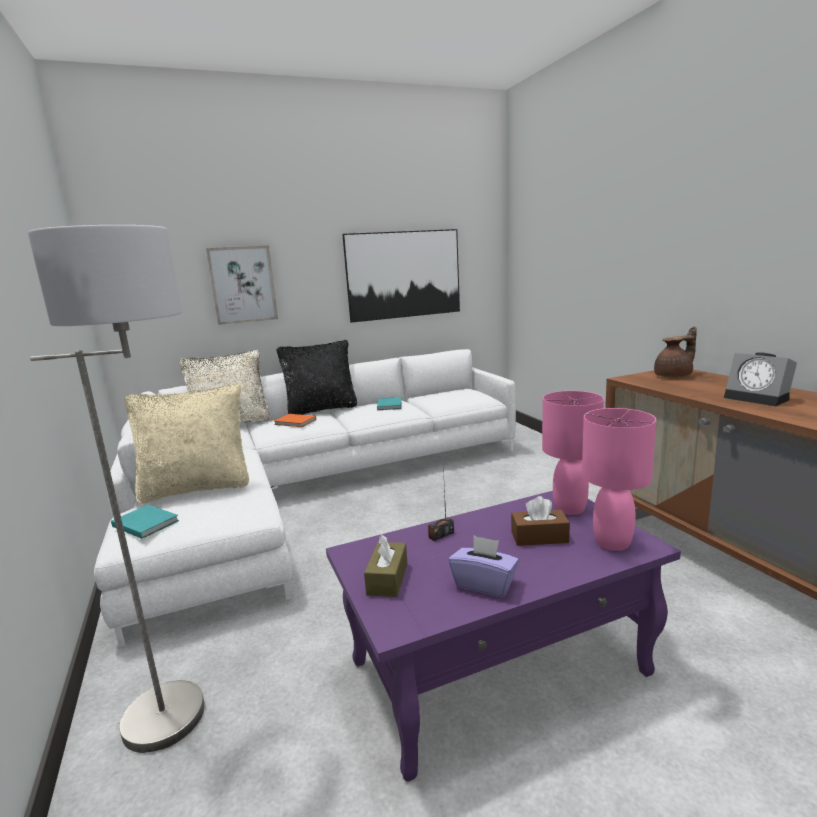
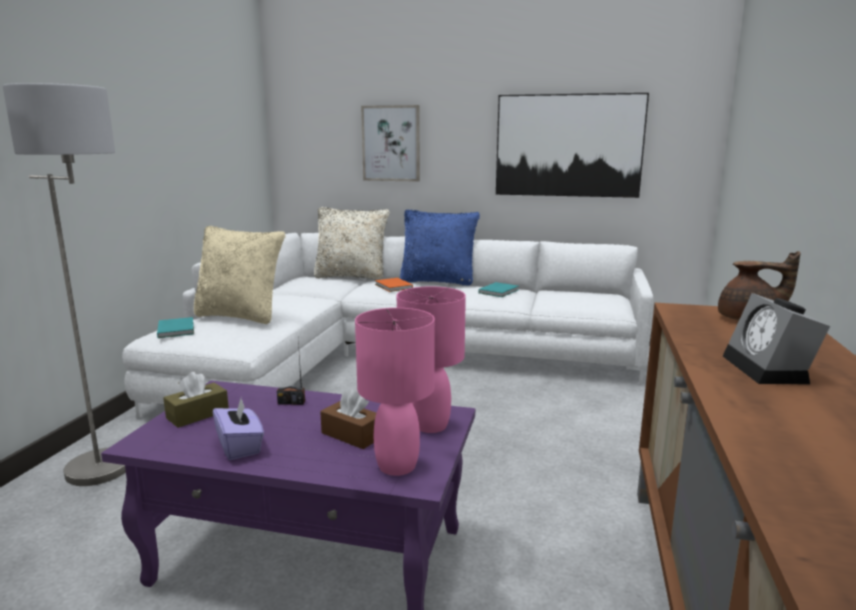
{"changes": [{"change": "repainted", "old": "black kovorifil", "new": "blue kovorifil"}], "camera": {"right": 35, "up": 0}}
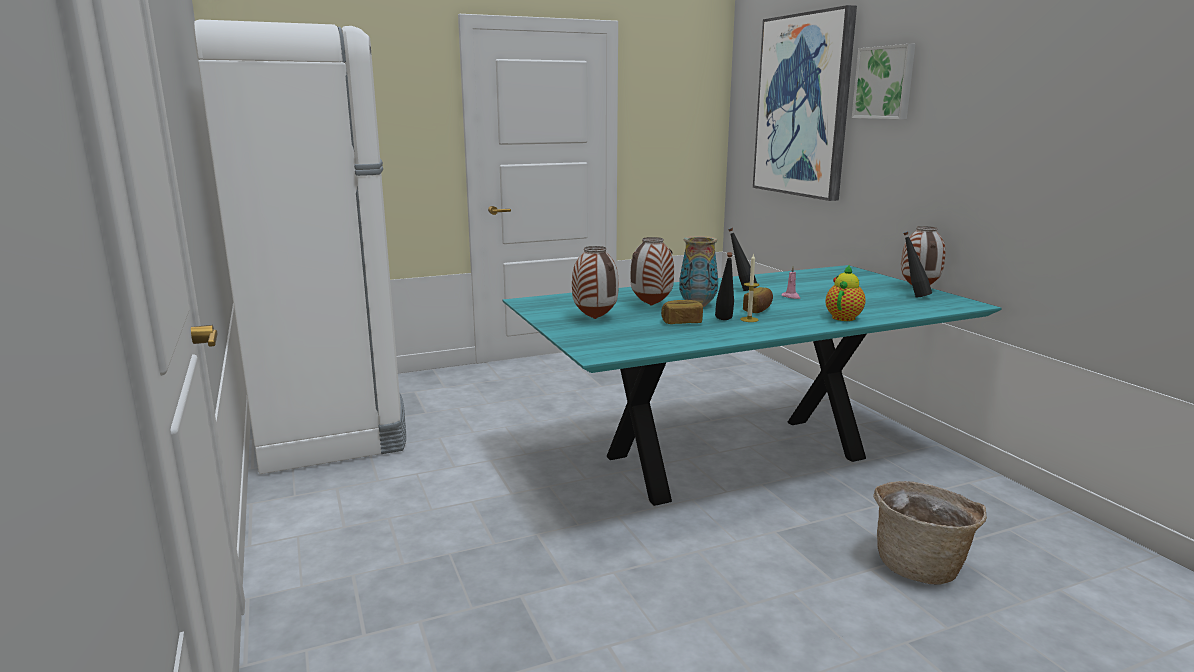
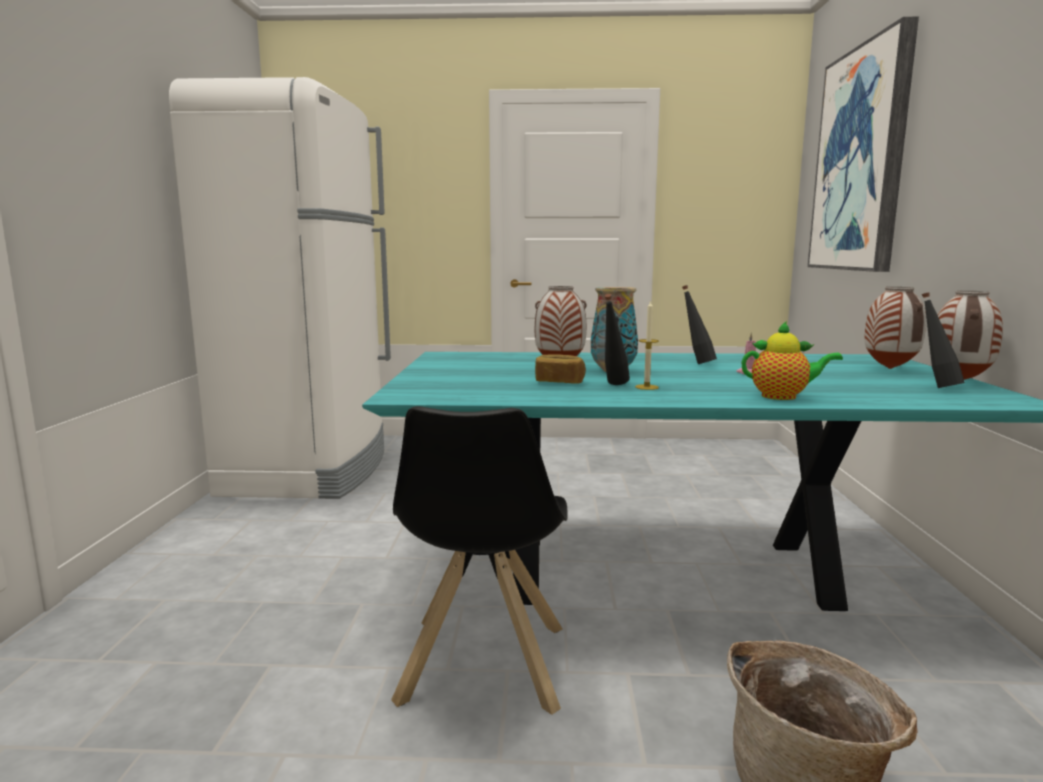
{"changes": [{"change": "gone", "old": "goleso (no. 2 from left)"}, {"change": "gone", "old": "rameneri (no. 2 from left)"}, {"change": "new", "new": "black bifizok"}, {"change": "shifted", "old": "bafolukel (no. 1 from left in the first image)", "new": "bafolukel (no. 3 from left)"}, {"change": "rotated", "old": "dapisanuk", "degrees": 45}], "camera": {"right": 25, "up": -5}}
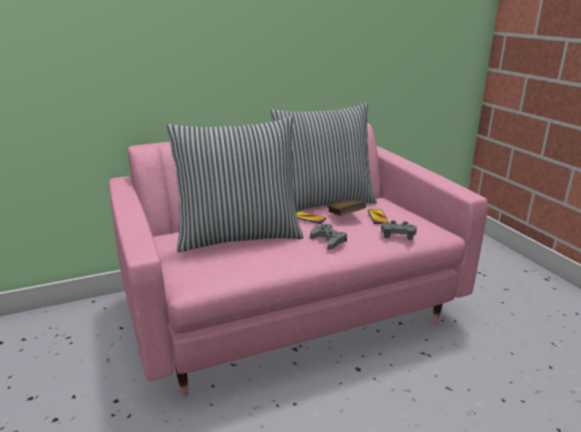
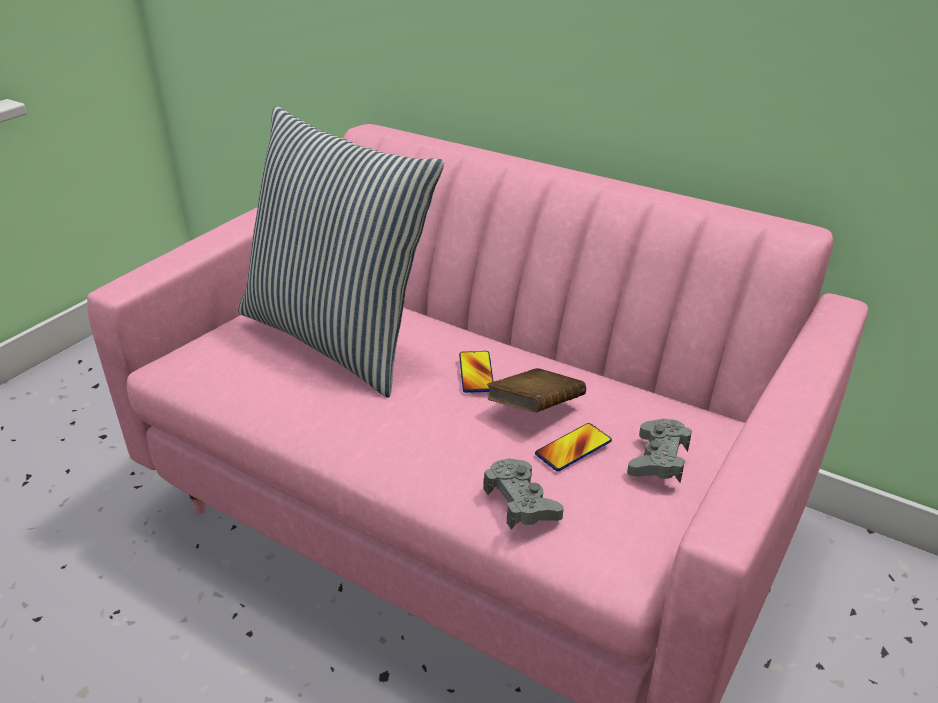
{"changes": [{"change": "gone", "old": "kovorifil (no. 2 from left)"}, {"change": "shifted", "old": "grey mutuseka (no. 1 from left in the first image)", "new": "grey mutuseka (no. 2 from left)"}], "camera": {"right": 55, "up": 10}}
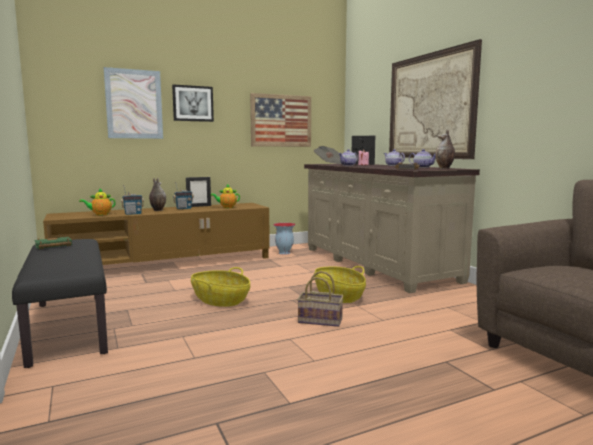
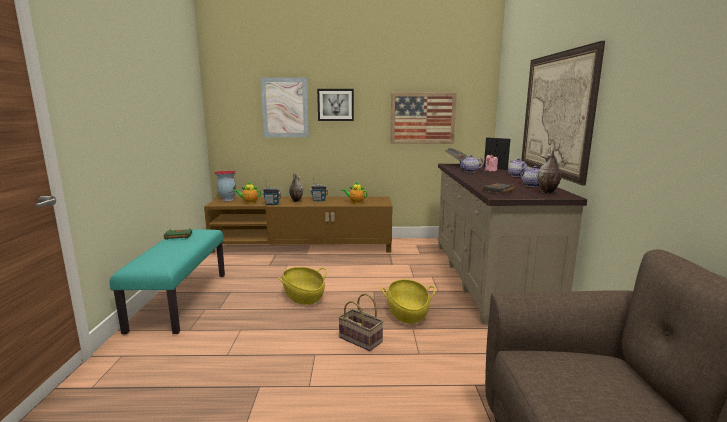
{"changes": [{"change": "gone", "old": "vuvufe (no. 1 from left)"}, {"change": "shifted", "old": "bafolukel (no. 2 from left in the first image)", "new": "bafolukel (no. 1 from left)"}, {"change": "repainted", "old": "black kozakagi", "new": "turquoise kozakagi"}], "camera": {"right": 25, "up": 5}}
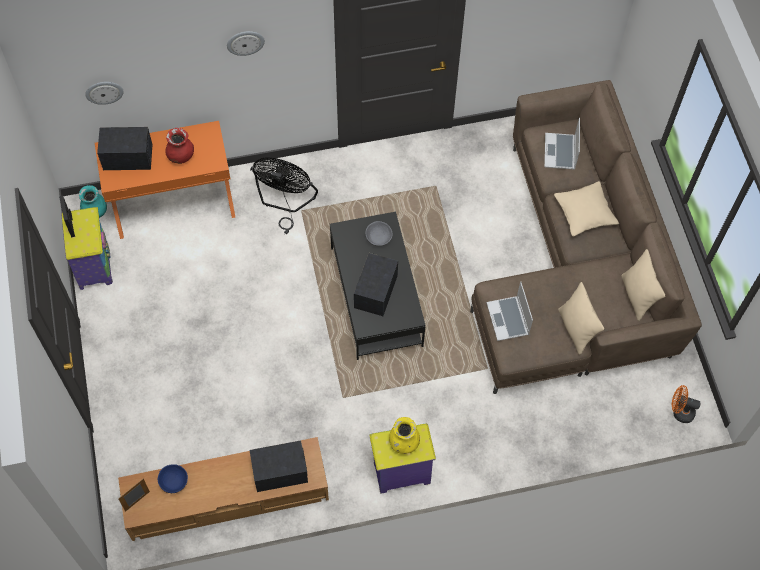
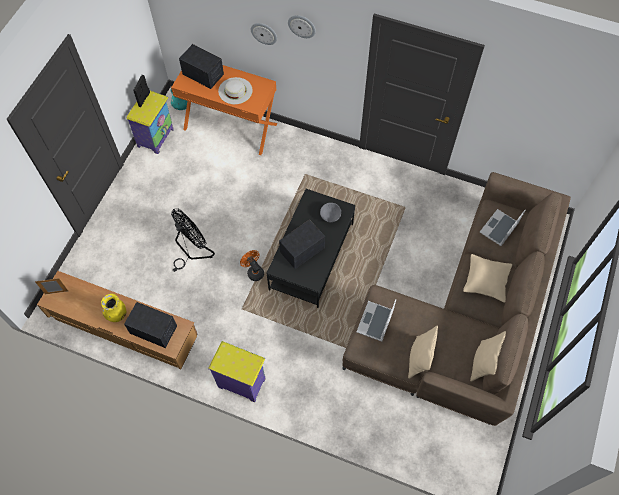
{"changes": [{"change": "gone", "old": "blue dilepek"}, {"change": "shifted", "old": "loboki (no. 1 from left)"}, {"change": "shifted", "old": "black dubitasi"}, {"change": "shifted", "old": "yellow bafolukel"}, {"change": "shifted", "old": "orange dubitasi"}, {"change": "swapped", "old": "red bafolukel", "new": "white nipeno"}], "camera": {"right": 35, "up": 0}}
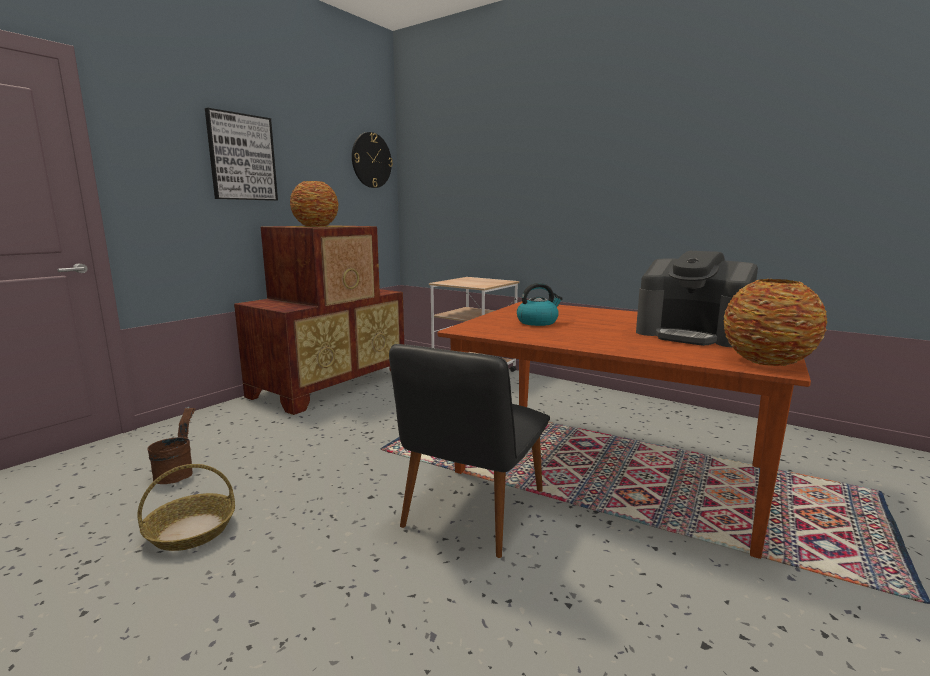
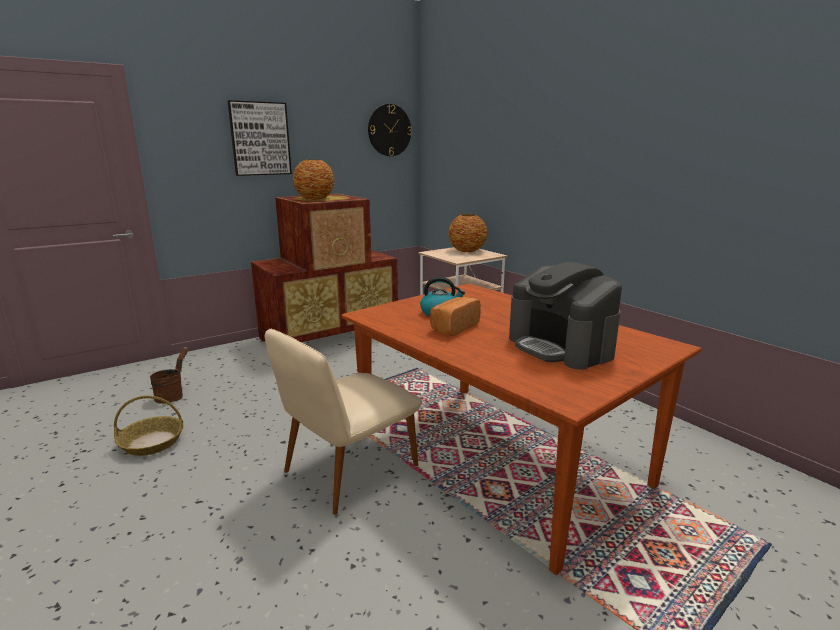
{"changes": [{"change": "new", "new": "goleso"}, {"change": "shifted", "old": "bafolukel (no. 2 from left)"}, {"change": "repainted", "old": "black bifizok", "new": "beige bifizok"}], "camera": {"right": 20, "up": 5}}
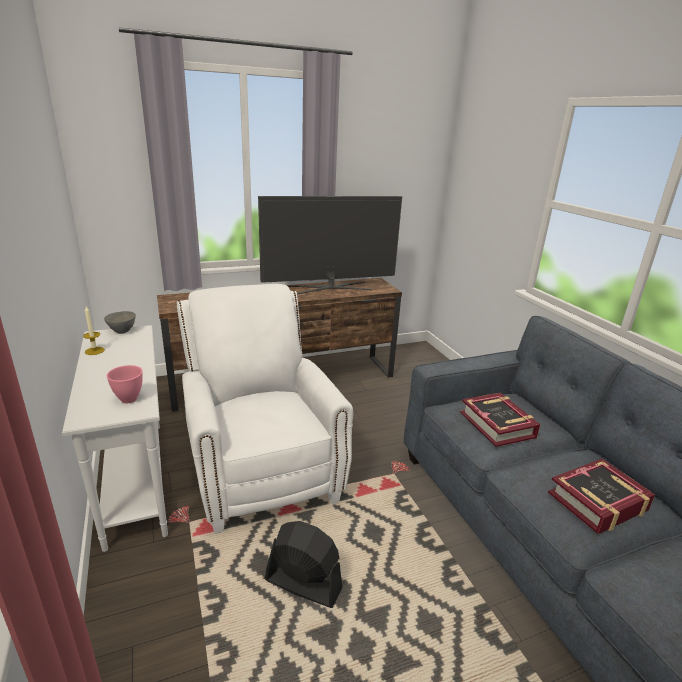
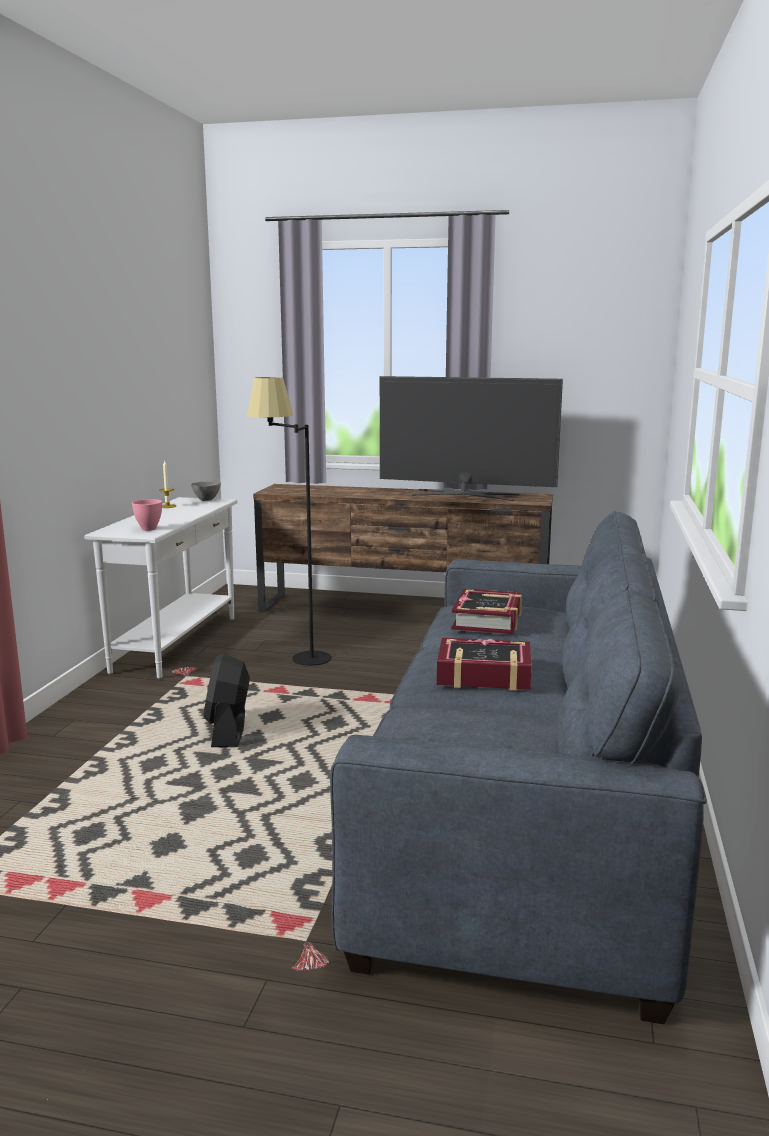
{"changes": [{"change": "swapped", "old": "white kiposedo", "new": "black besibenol"}, {"change": "rotated", "old": "black dubitasi", "degrees": -150}], "camera": {"right": 35, "up": -10}}
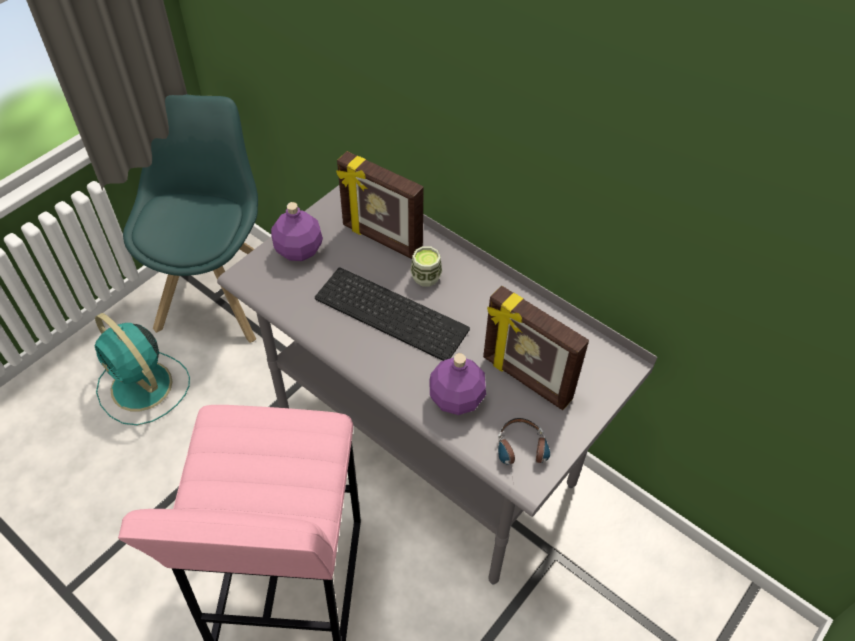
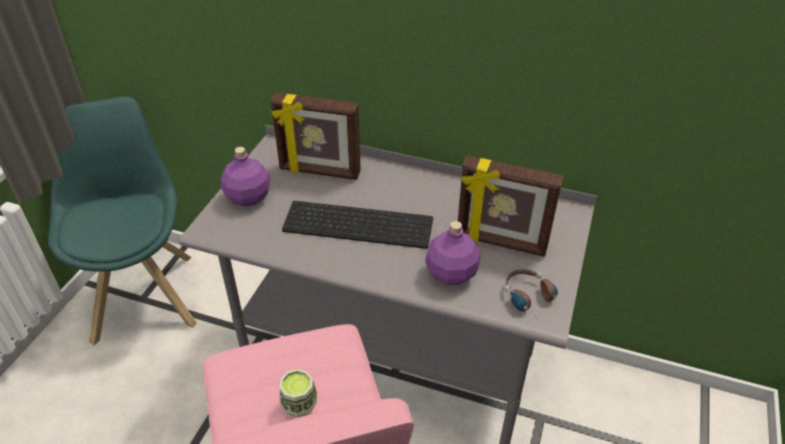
{"changes": [{"change": "gone", "old": "turquoise dubitasi"}, {"change": "shifted", "old": "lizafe"}], "camera": {"right": -20, "up": -10}}
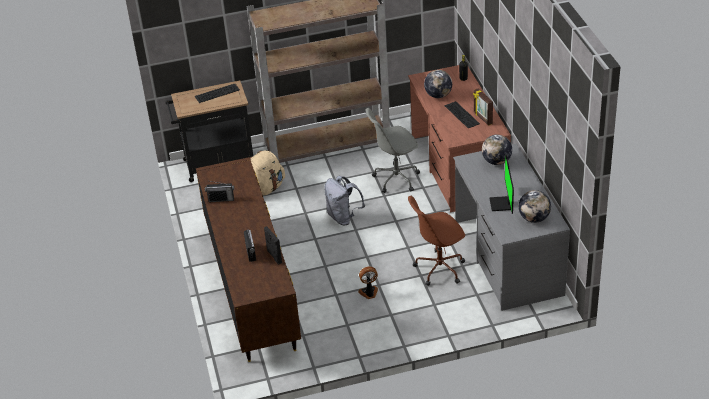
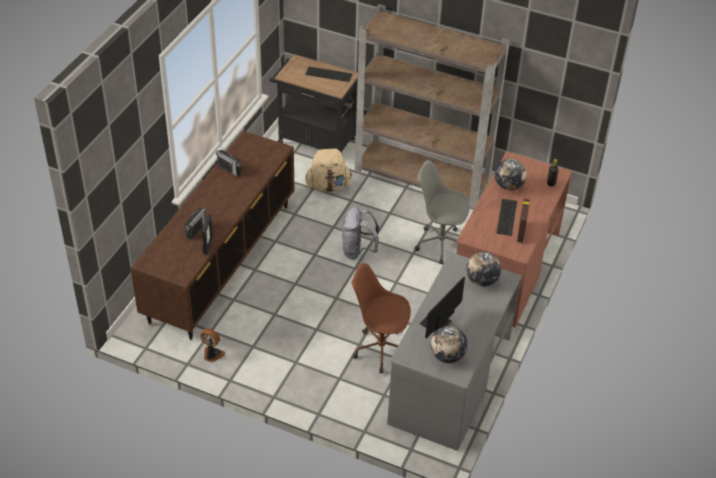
{"changes": [{"change": "shifted", "old": "dubitasi"}], "camera": {"right": 35, "up": 5}}
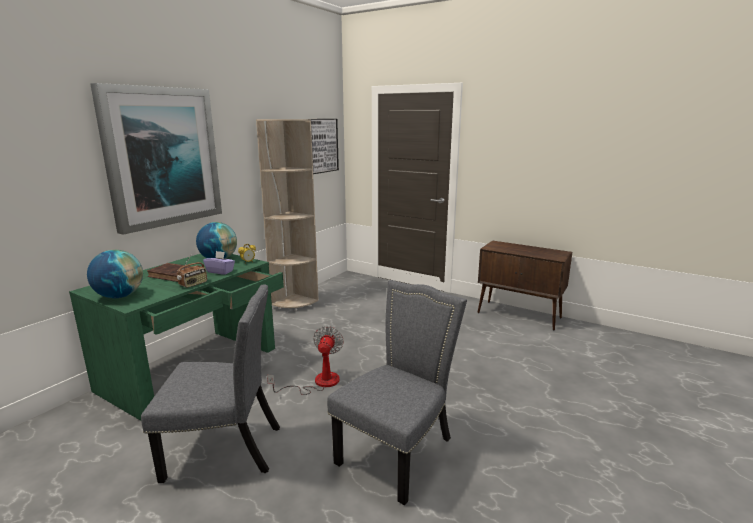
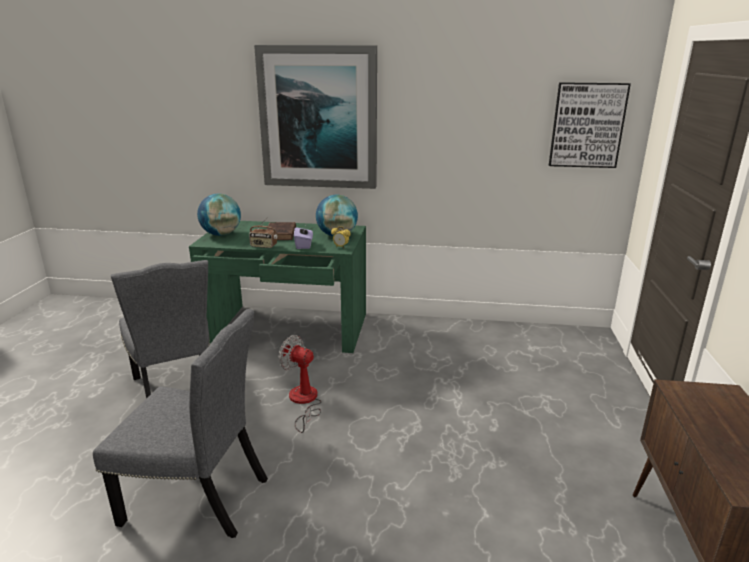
{"changes": [{"change": "gone", "old": "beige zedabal"}, {"change": "rotated", "old": "dubitasi", "degrees": -135}], "camera": {"right": 65, "up": 5}}
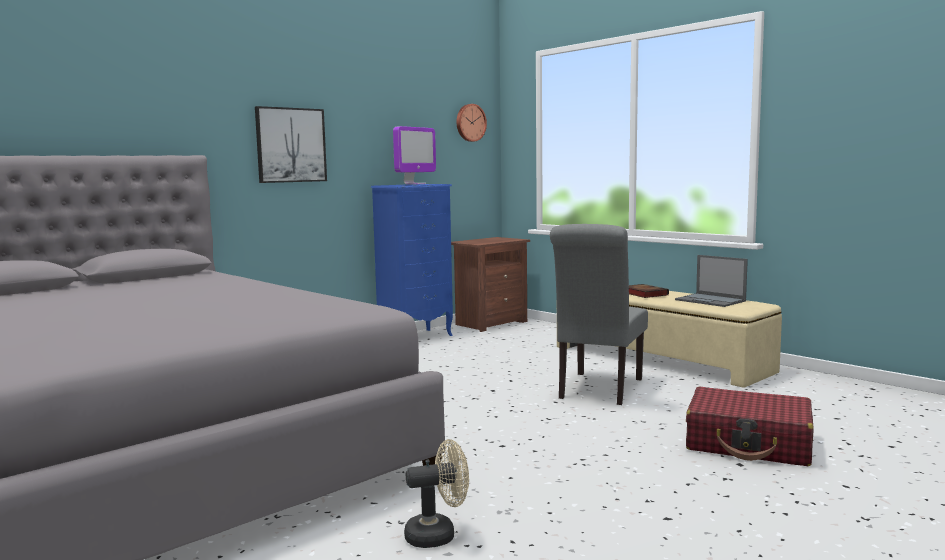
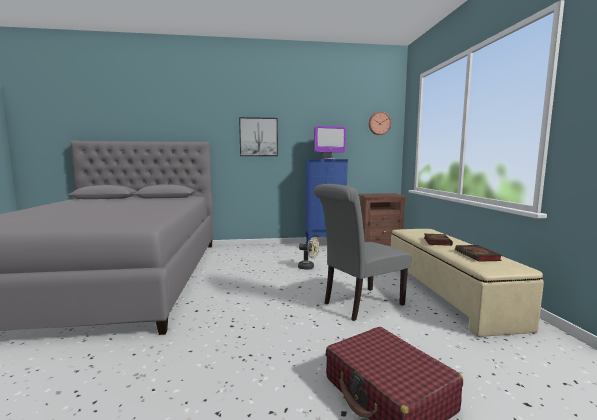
{"changes": [{"change": "shifted", "old": "beige dubitasi"}, {"change": "swapped", "old": "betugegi", "new": "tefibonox (no. 2 from left)"}], "camera": {"right": 35, "up": 0}}
